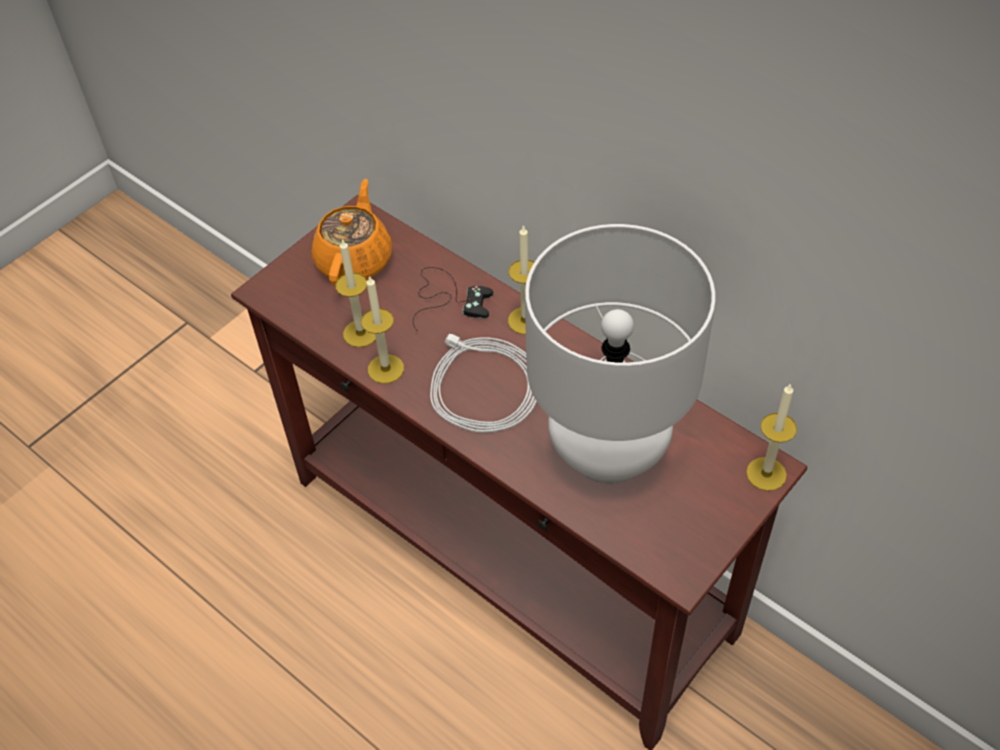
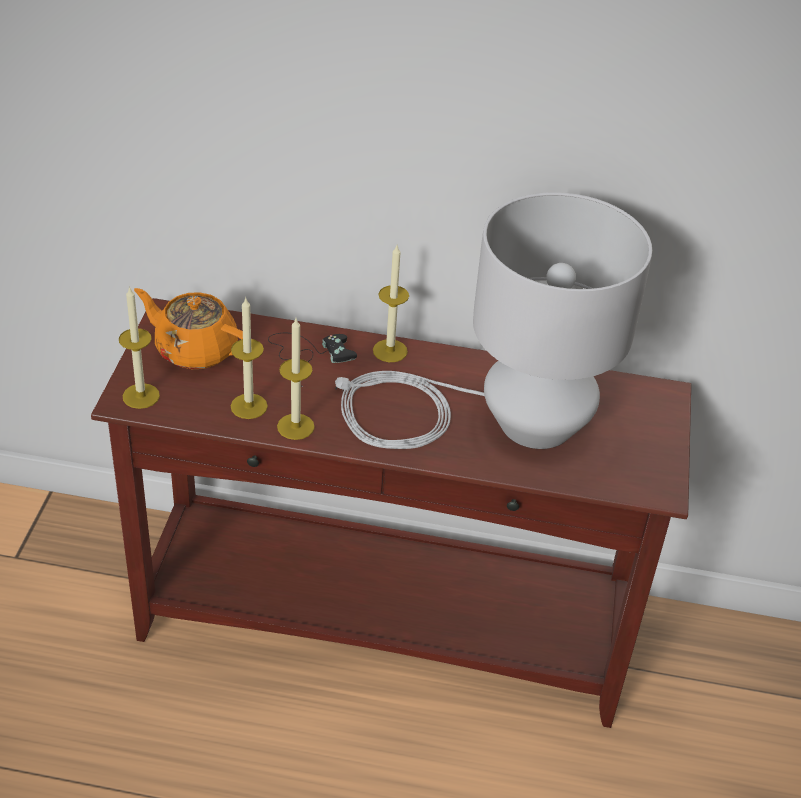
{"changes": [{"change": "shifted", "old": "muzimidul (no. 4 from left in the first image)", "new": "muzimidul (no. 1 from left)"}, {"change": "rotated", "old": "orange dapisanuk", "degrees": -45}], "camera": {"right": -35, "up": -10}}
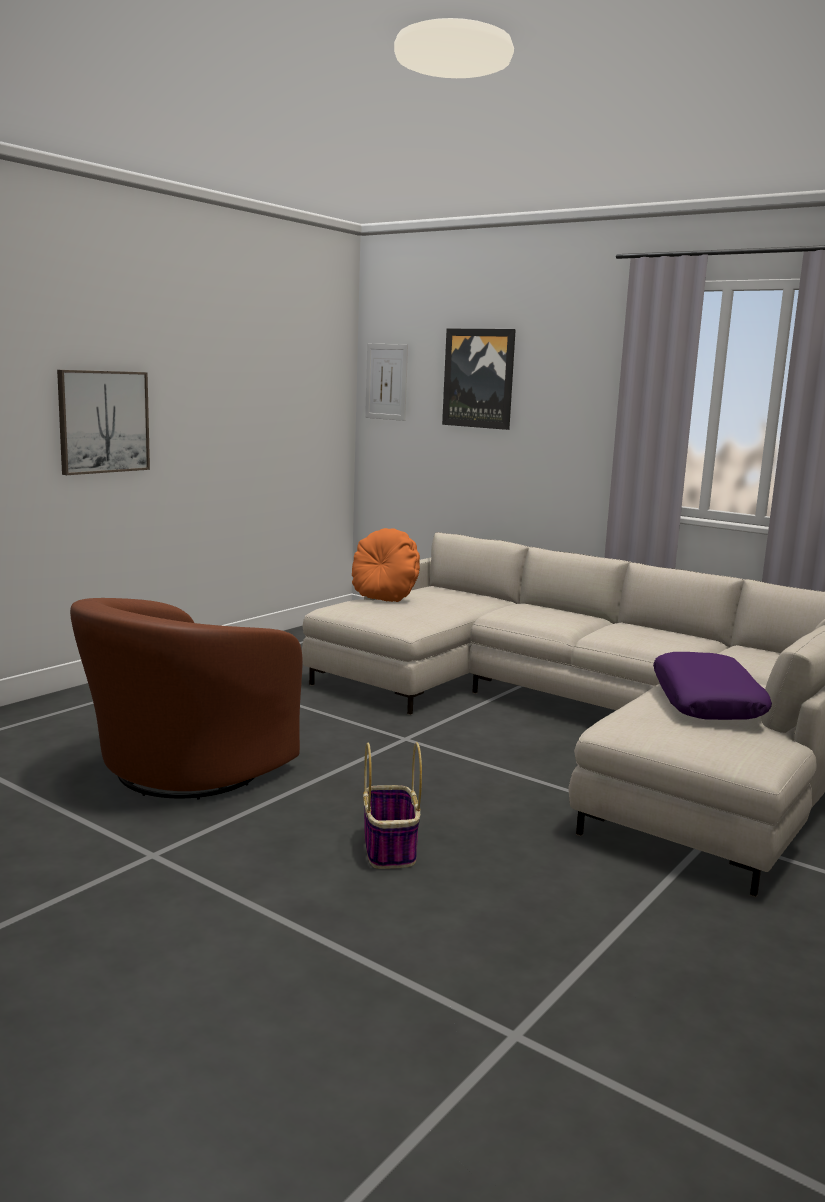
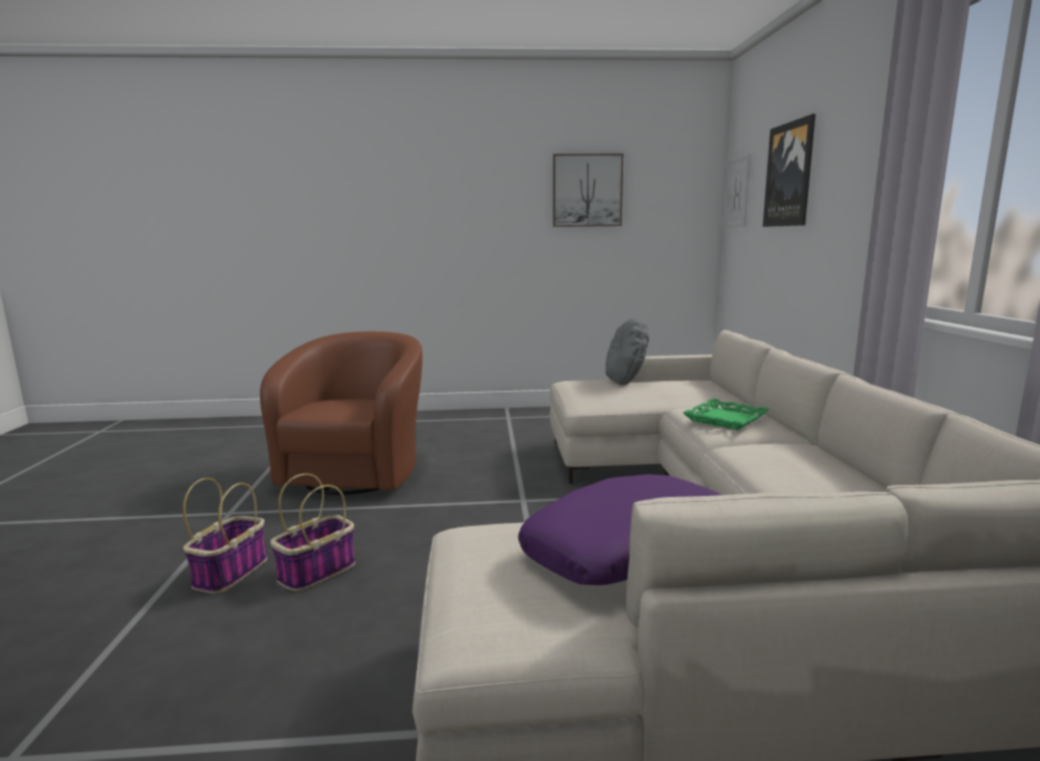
{"changes": [{"change": "new", "new": "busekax (no. 1 from left)"}, {"change": "new", "new": "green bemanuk"}, {"change": "shifted", "old": "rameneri (no. 1 from left)"}, {"change": "repainted", "old": "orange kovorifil", "new": "grey kovorifil"}, {"change": "rotated", "old": "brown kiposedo", "degrees": 105}], "camera": {"right": 50, "up": 0}}
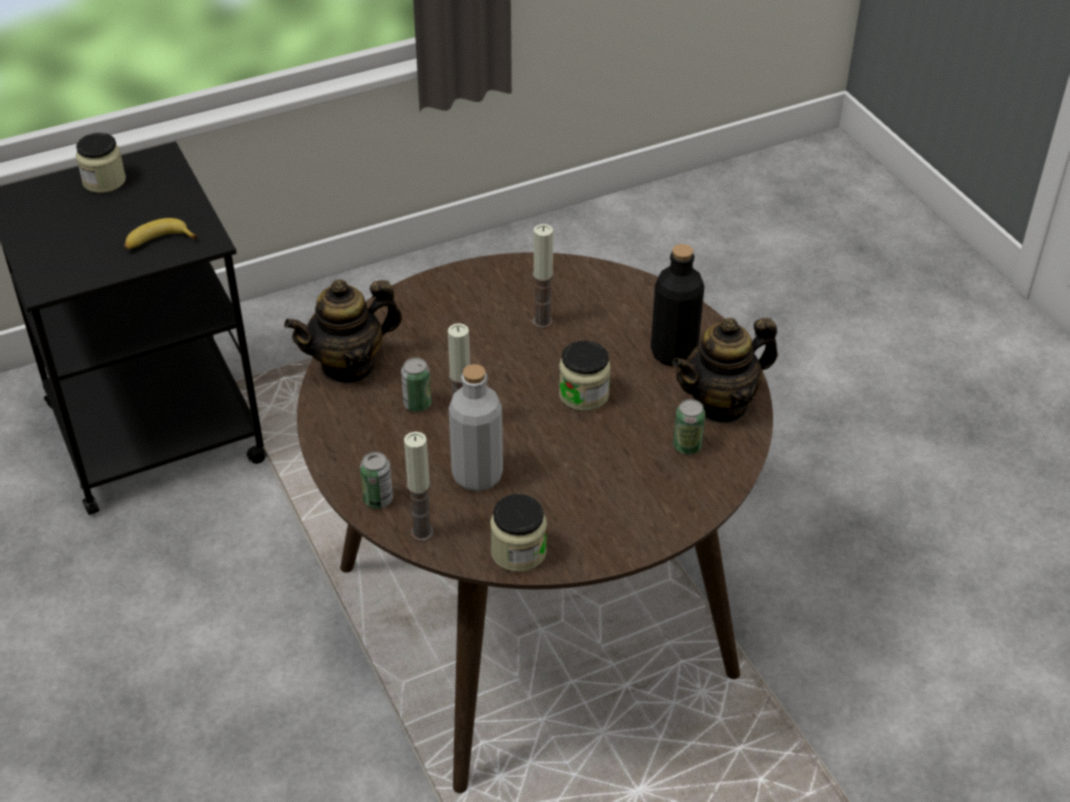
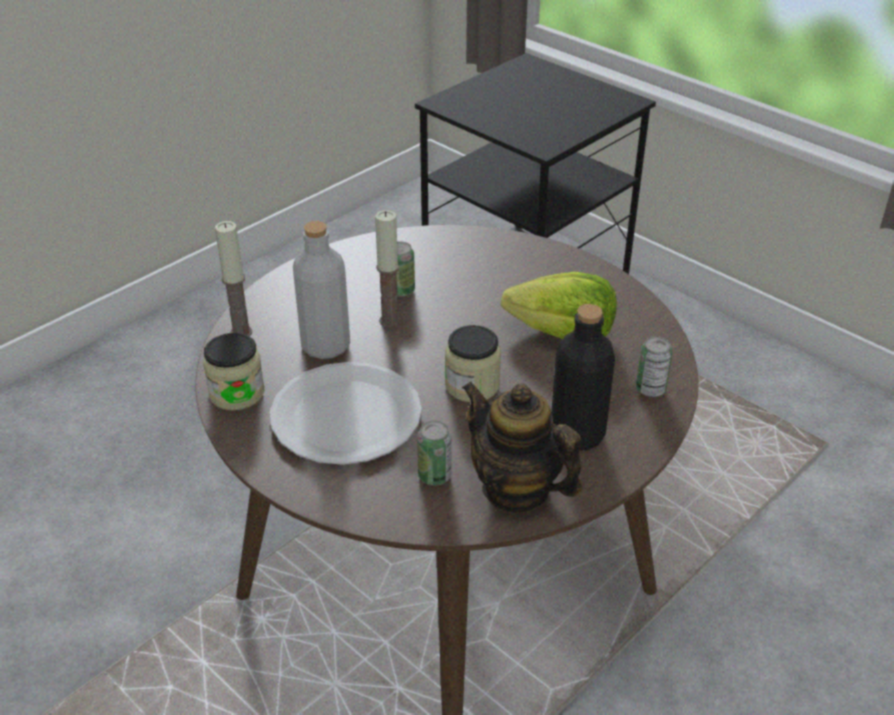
{"changes": [{"change": "gone", "old": "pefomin (no. 1 from left)"}, {"change": "gone", "old": "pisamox"}, {"change": "gone", "old": "dapisanuk (no. 1 from left)"}, {"change": "new", "new": "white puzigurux"}, {"change": "shifted", "old": "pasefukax (no. 1 from left in the first image)", "new": "pasefukax (no. 3 from left)"}, {"change": "swapped", "old": "muzimidul (no. 3 from left)", "new": "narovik"}], "camera": {"right": 70, "up": -5}}
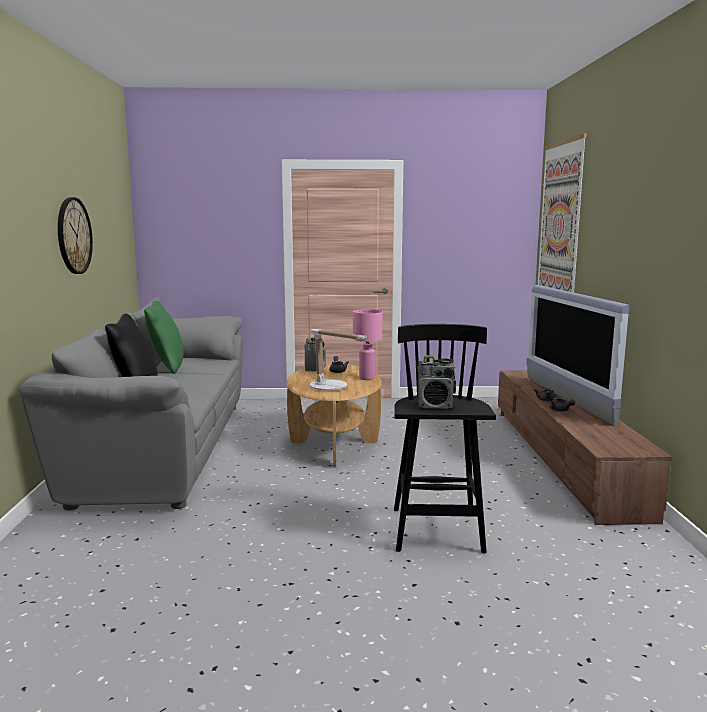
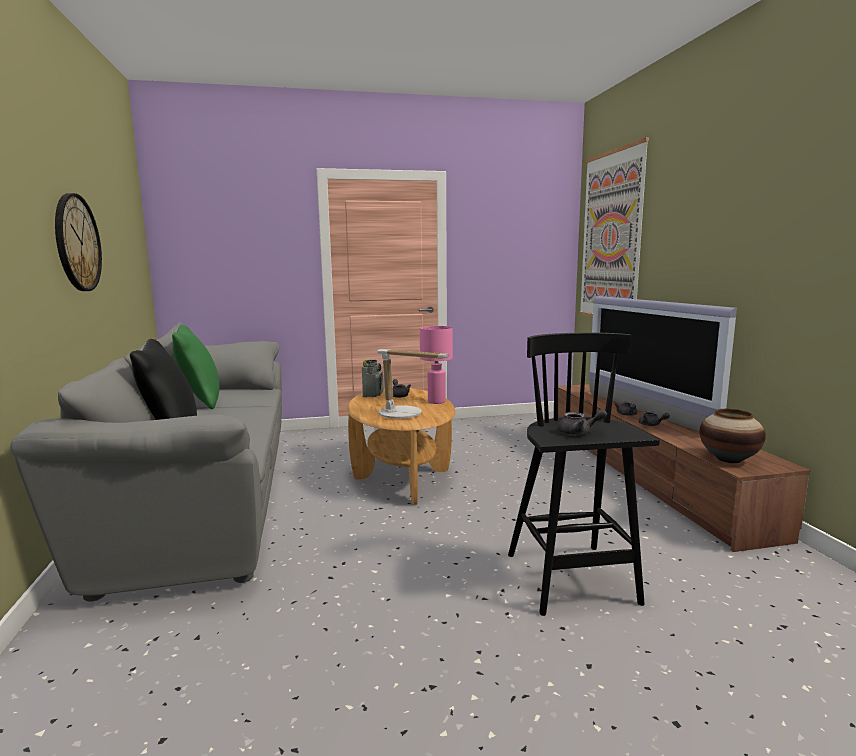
{"changes": [{"change": "new", "new": "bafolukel"}, {"change": "swapped", "old": "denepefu (no. 2 from left)", "new": "grey dapisanuk (no. 2 from left)"}], "camera": {"right": -10, "up": 0}}
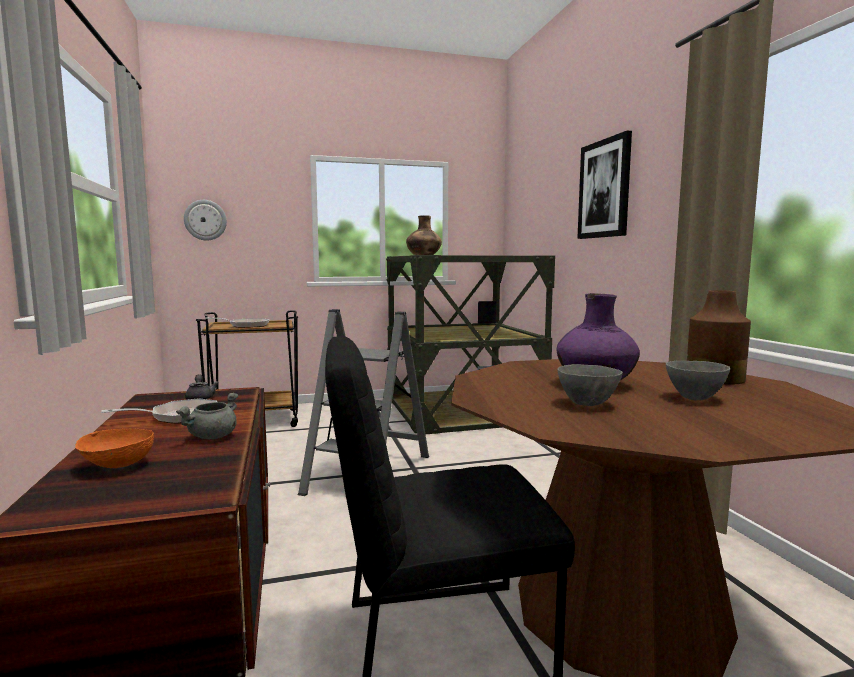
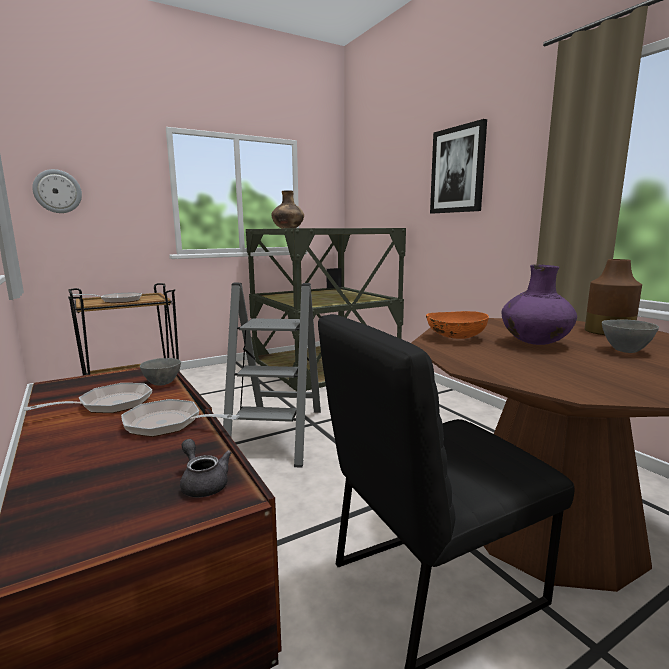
{"changes": [{"change": "shifted", "old": "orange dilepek"}, {"change": "shifted", "old": "grey dapisanuk"}, {"change": "shifted", "old": "grey dilepek (no. 1 from left)"}, {"change": "swapped", "old": "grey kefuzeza", "new": "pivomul (no. 3 from left)"}], "camera": {"right": -15, "up": 5}}
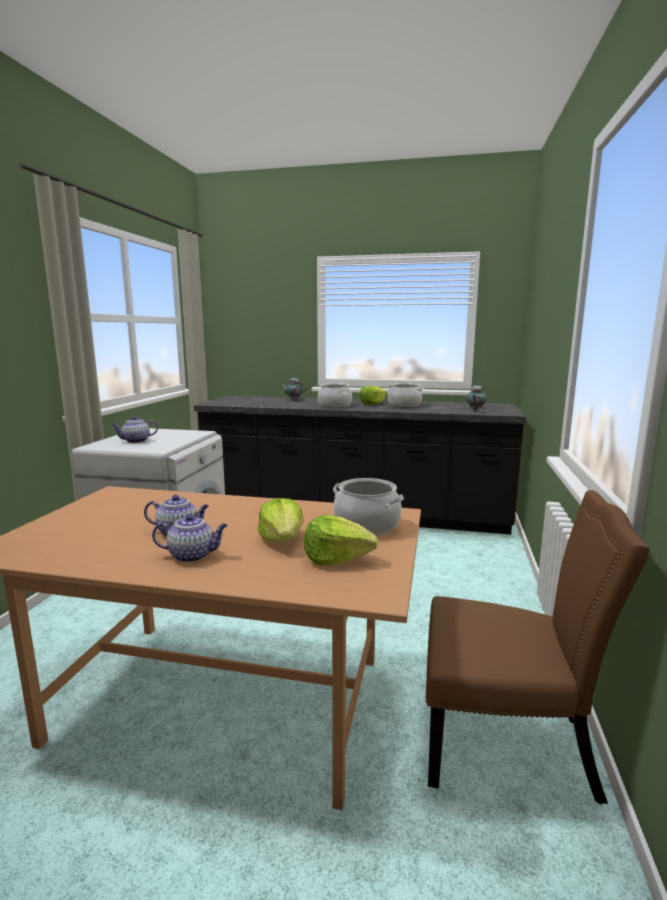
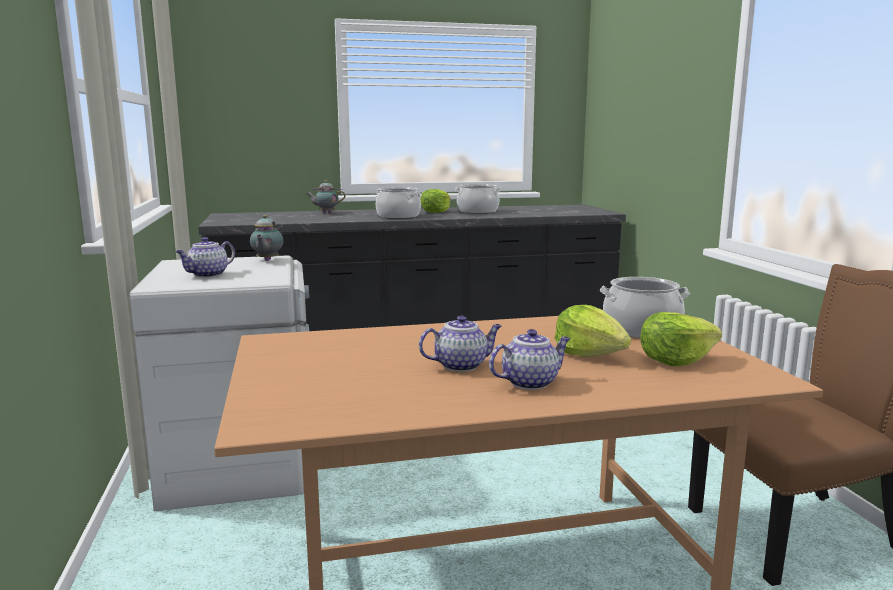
{"changes": [{"change": "shifted", "old": "dapisanuk (no. 5 from left in the first image)", "new": "dapisanuk (no. 2 from left)"}], "camera": {"right": -25, "up": 0}}
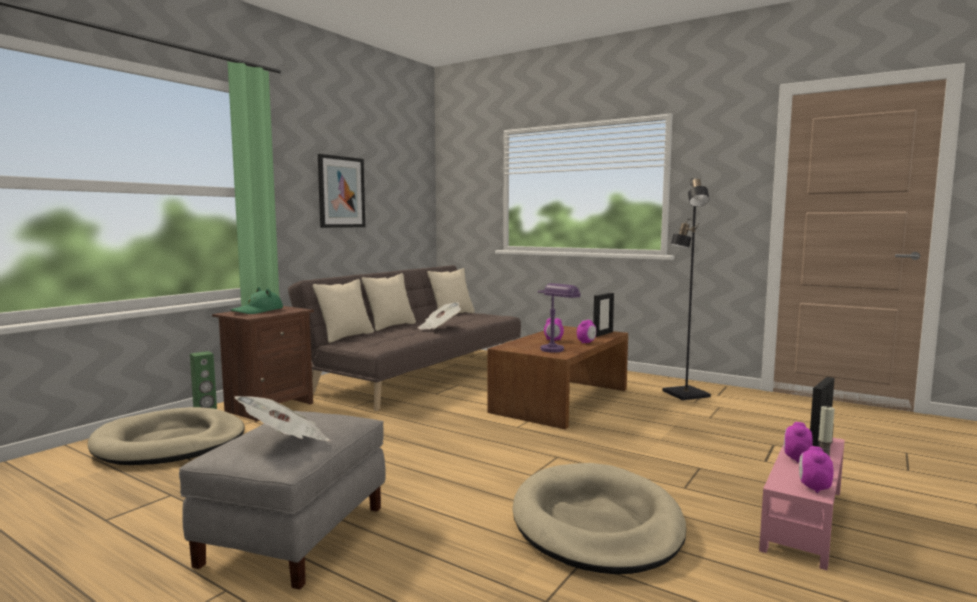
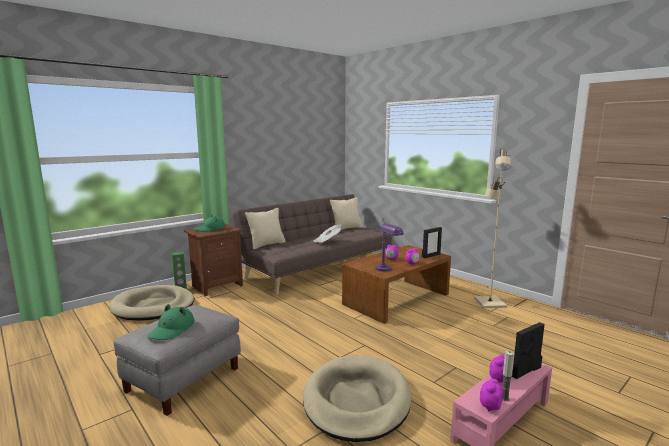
{"changes": [{"change": "gone", "old": "rameneri"}, {"change": "gone", "old": "beige kovorifil (no. 2 from left)"}, {"change": "swapped", "old": "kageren (no. 1 from left)", "new": "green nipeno (no. 1 from left)"}, {"change": "repainted", "old": "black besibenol", "new": "beige besibenol"}], "camera": {"right": 15, "up": 5}}
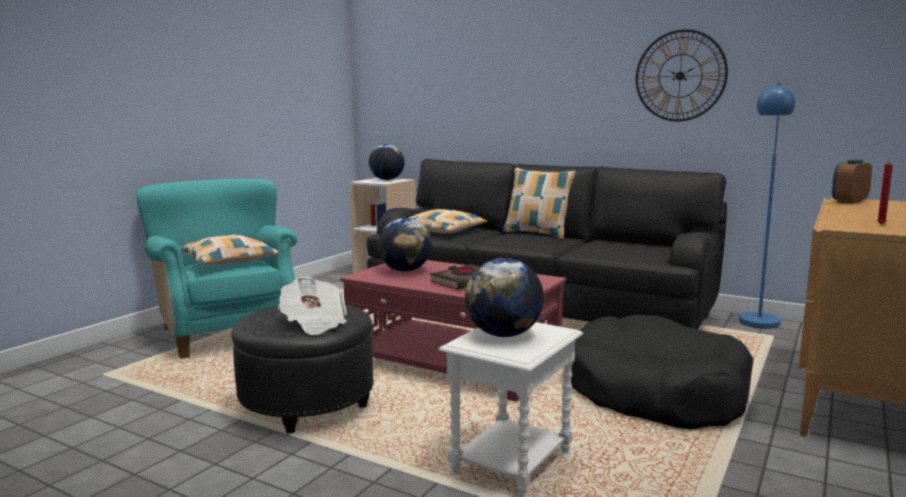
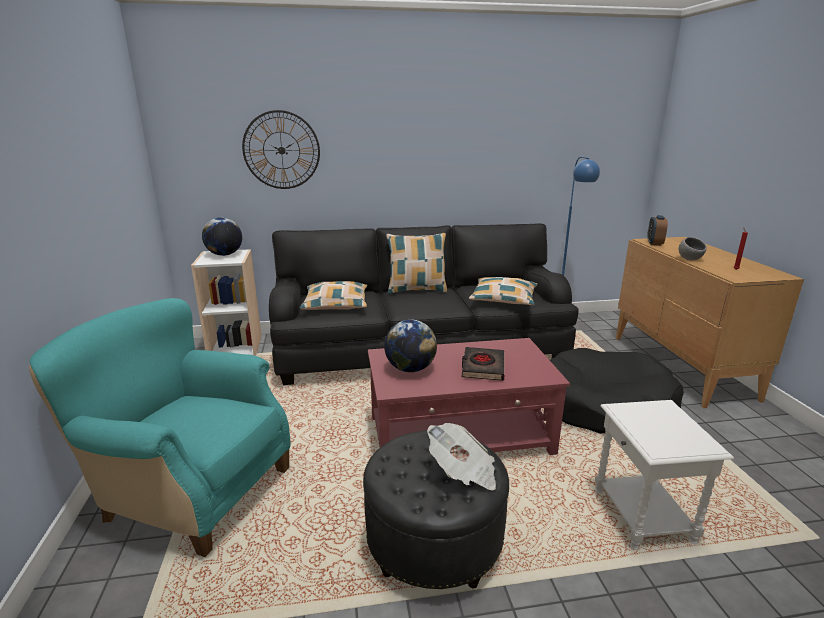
{"changes": [{"change": "gone", "old": "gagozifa (no. 3 from left)"}, {"change": "new", "new": "grey dilepek"}, {"change": "shifted", "old": "kovorifil (no. 1 from left in the first image)", "new": "kovorifil (no. 3 from left)"}, {"change": "shifted", "old": "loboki"}], "camera": {"right": -40, "up": 10}}
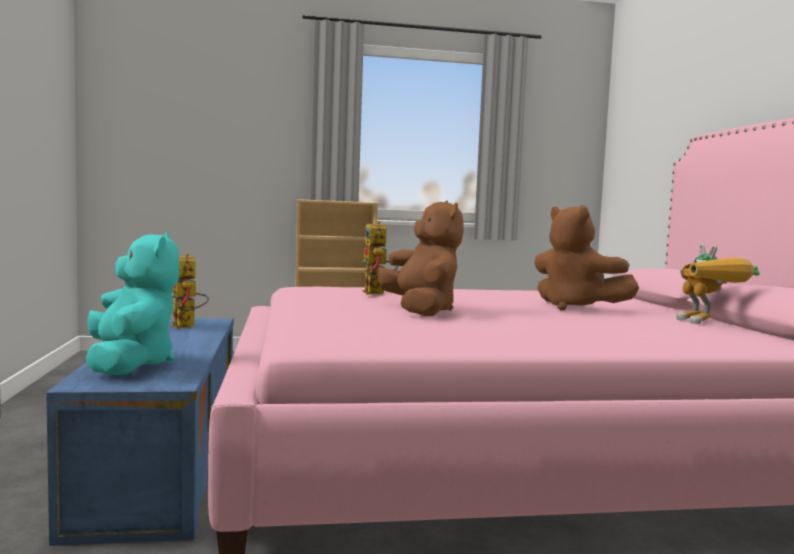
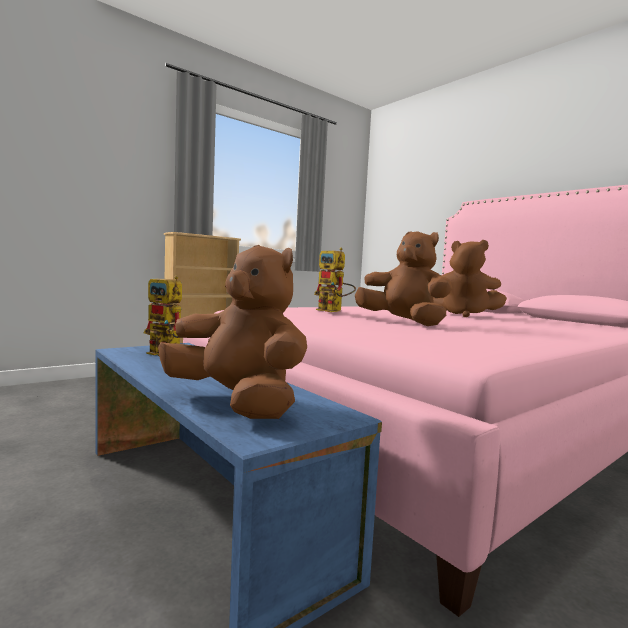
{"changes": [{"change": "gone", "old": "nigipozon (no. 3 from left)"}, {"change": "repainted", "old": "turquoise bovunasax", "new": "brown bovunasax (no. 1 from left)"}], "camera": {"right": -30, "up": 0}}
